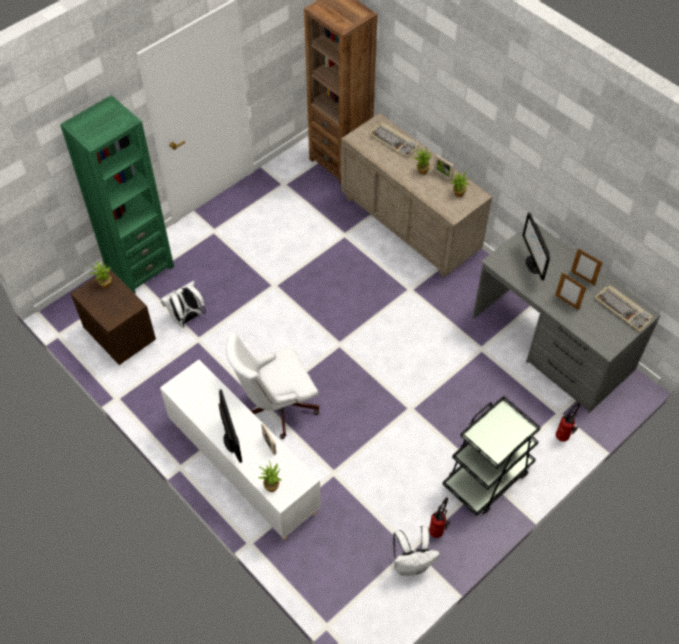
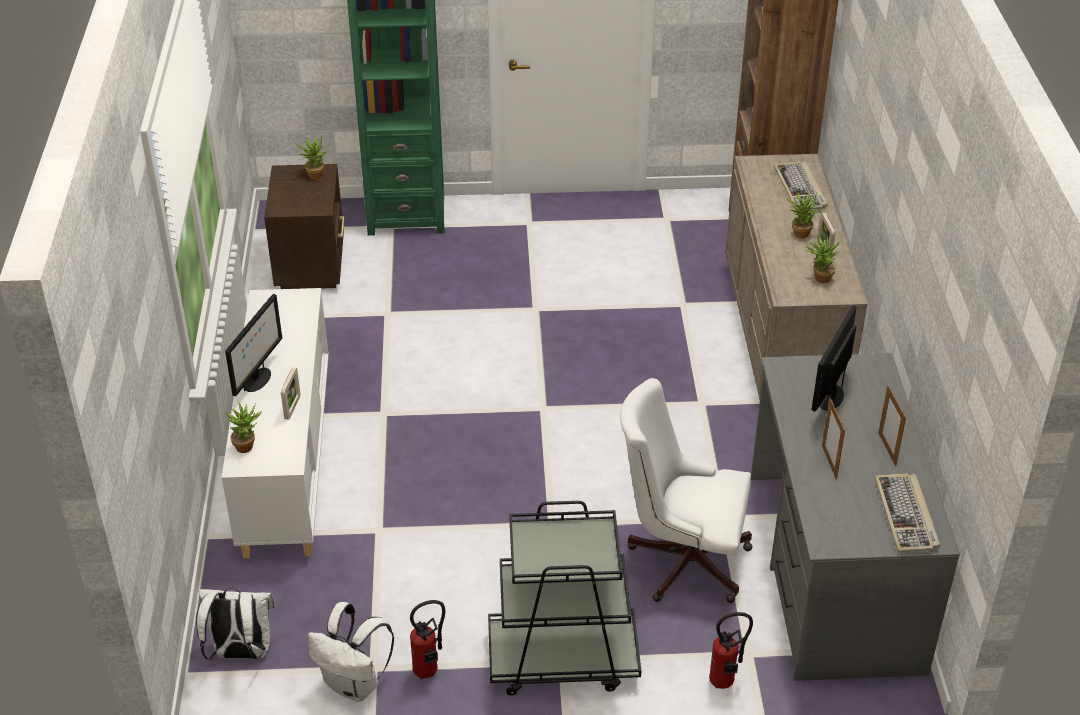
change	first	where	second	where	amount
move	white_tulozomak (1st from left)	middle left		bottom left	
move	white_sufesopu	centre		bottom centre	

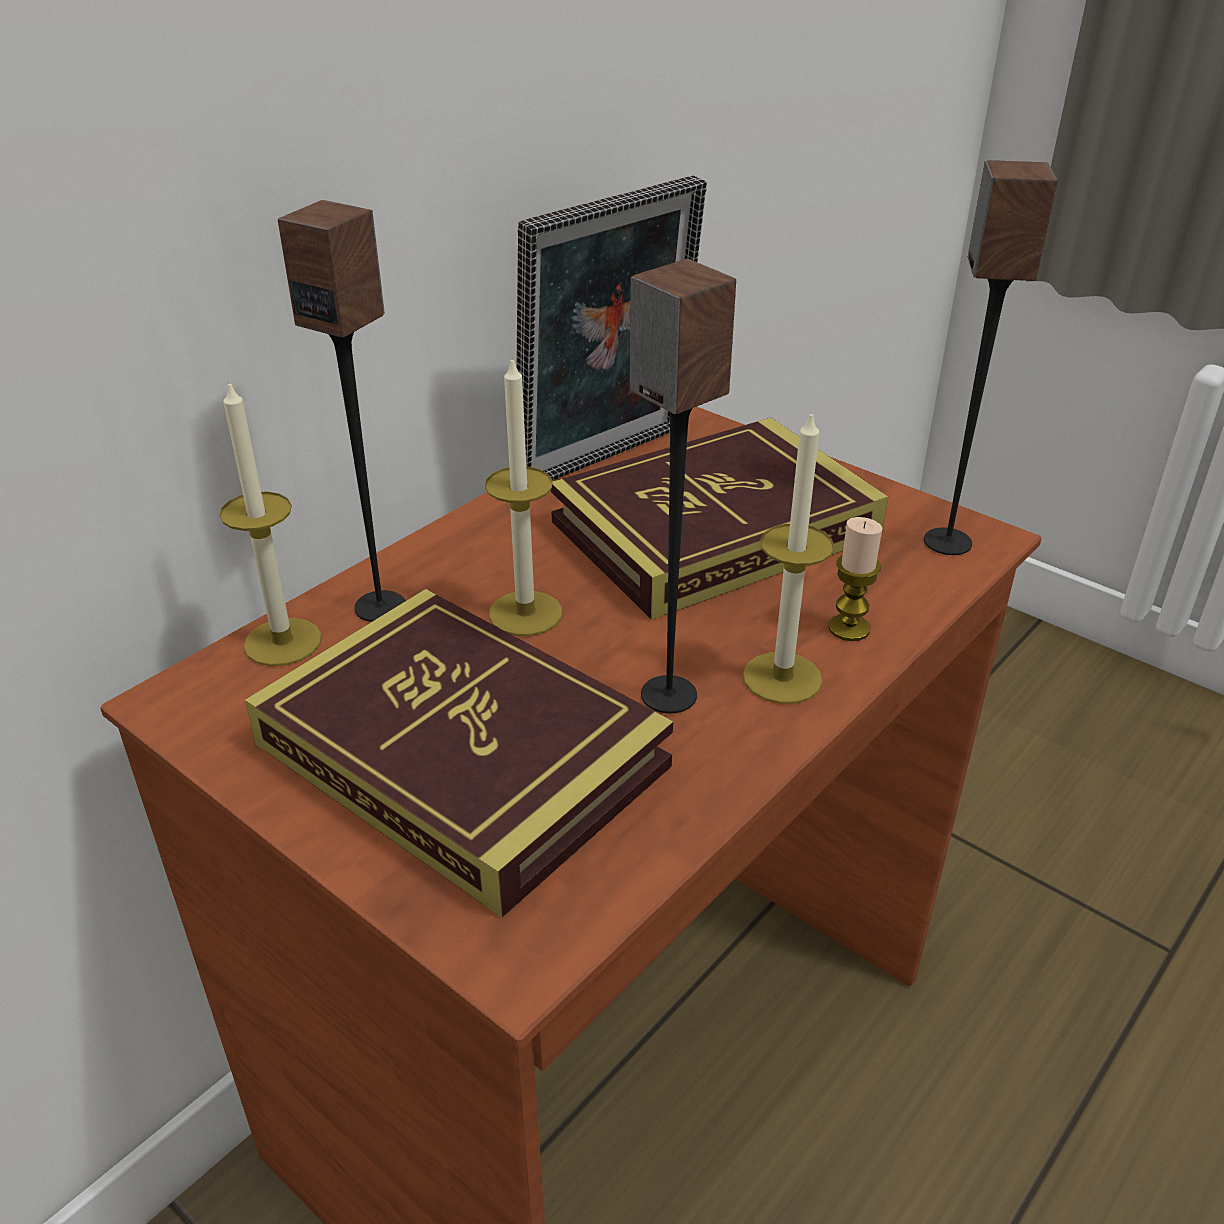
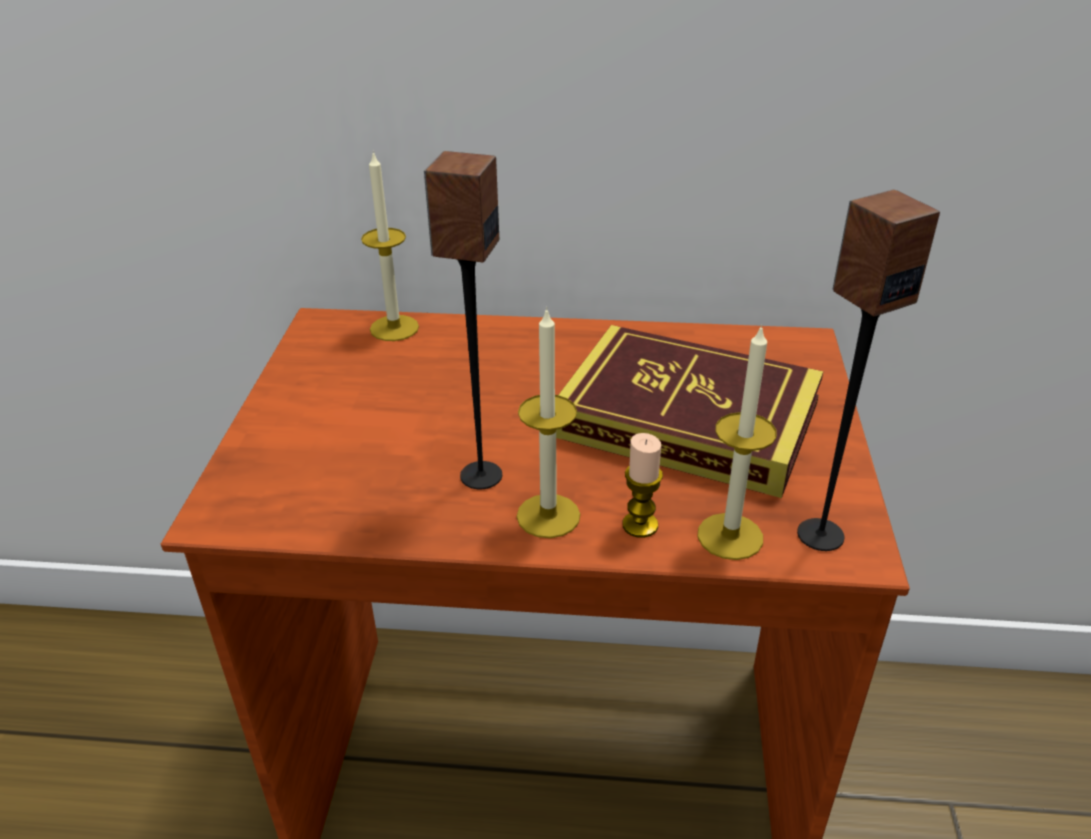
change	first	where	second	where	amount
delete	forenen (1st from left)	centre			
delete	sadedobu (1st from left)	middle left			
move	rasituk (2nd from left in the first image)	centre	rasituk (4th from left)	middle right	
delete	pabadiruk	top centre			

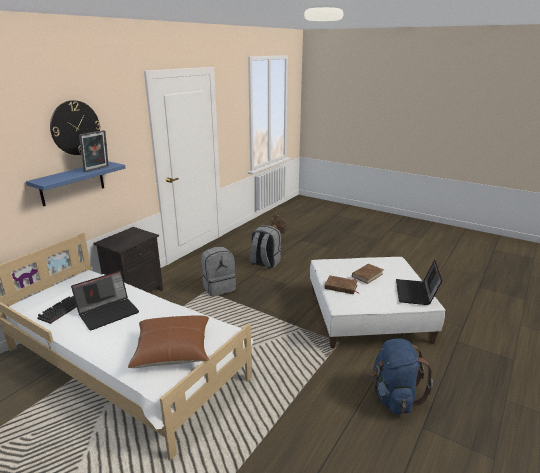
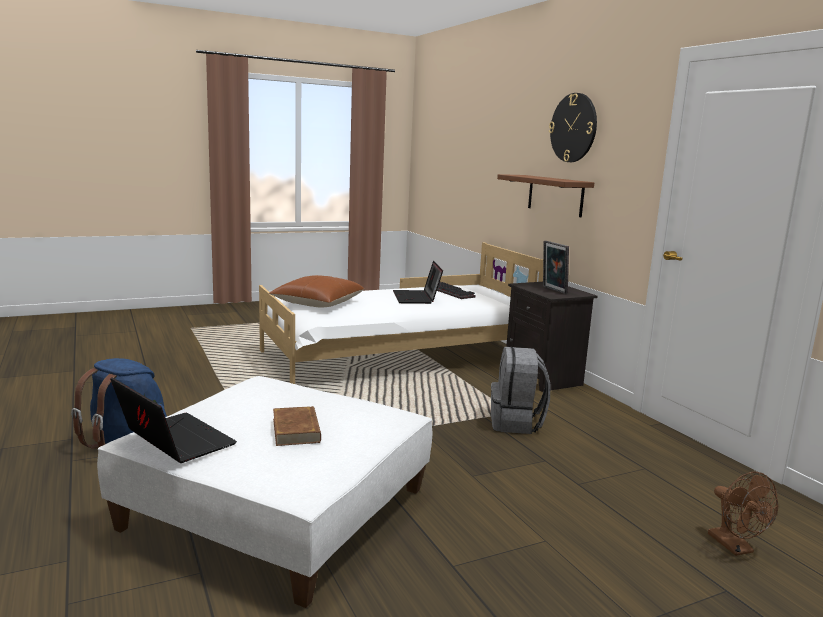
change	first	where	second	where	amount
recolor	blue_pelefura	middle left	brown_pelefura	top centre	
move	pabadiruk	top left		middle right	
delete	grey_tulozomak (2nd from left)	centre			
delete	brown_forenen (1st from left)	centre			

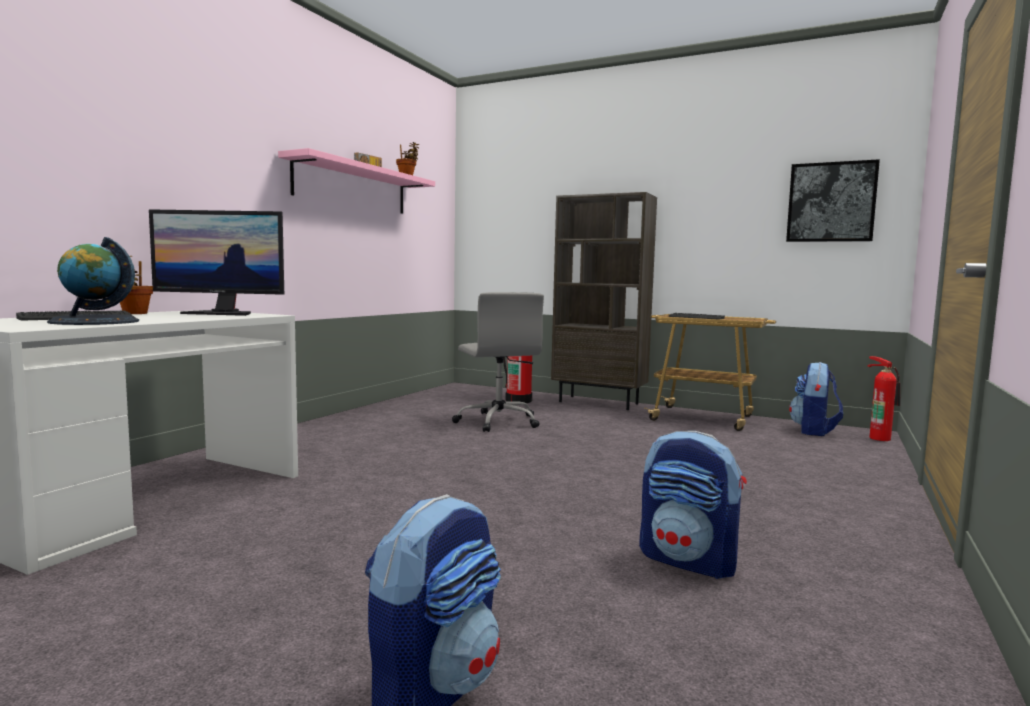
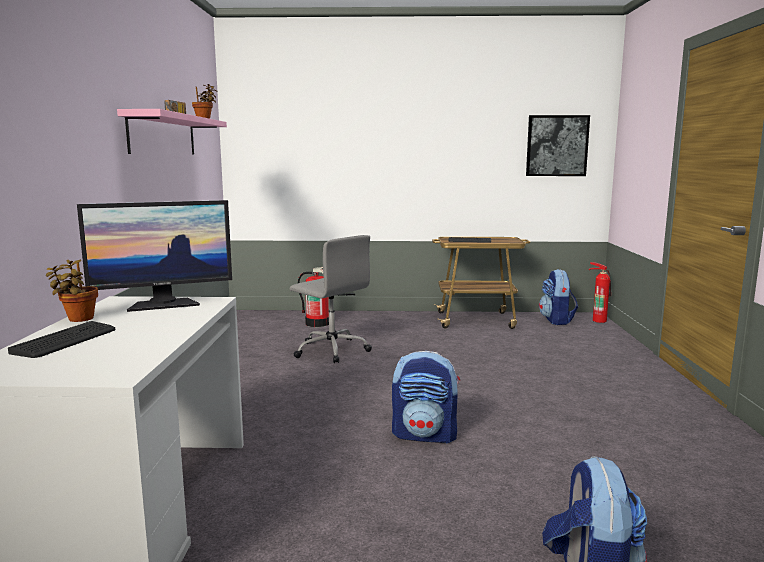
change	first	where	second	where	amount
delete	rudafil	middle left			
delete	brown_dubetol	centre			
move	tulozomak (2nd from left in the first image)	bottom right	tulozomak (1st from left)	bottom centre	

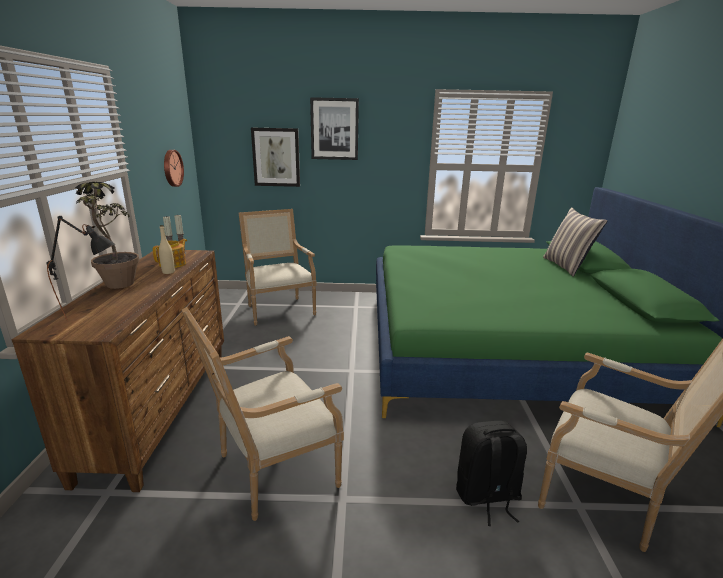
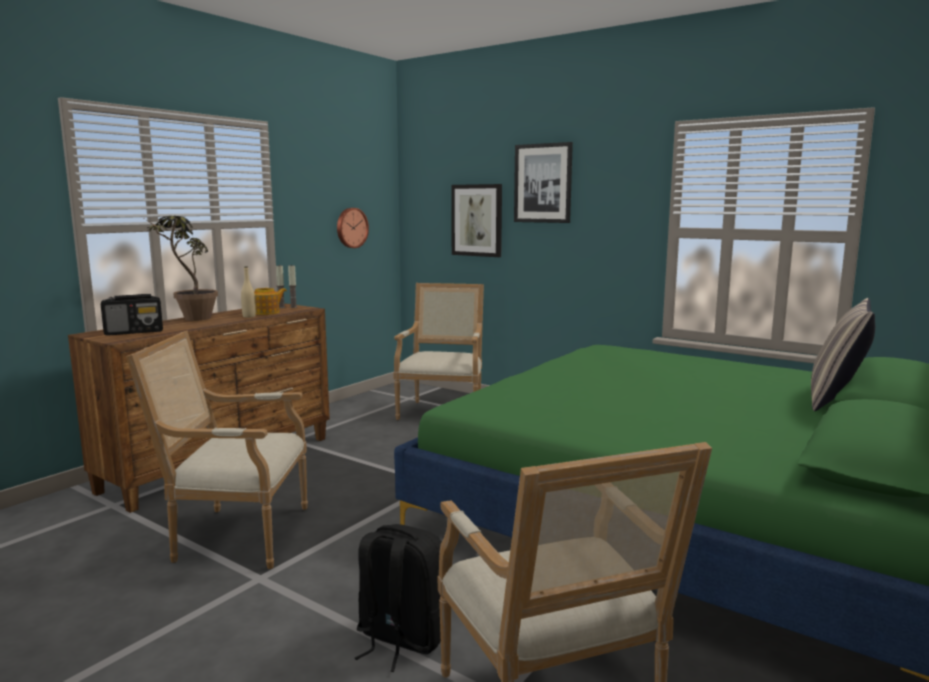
change	first	where	second	where	amount
replace	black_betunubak	middle left	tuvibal	middle left	

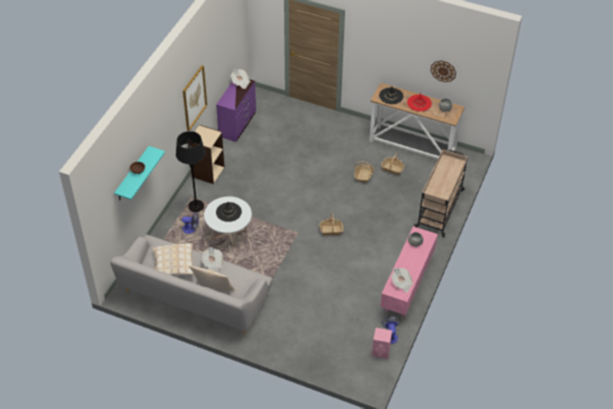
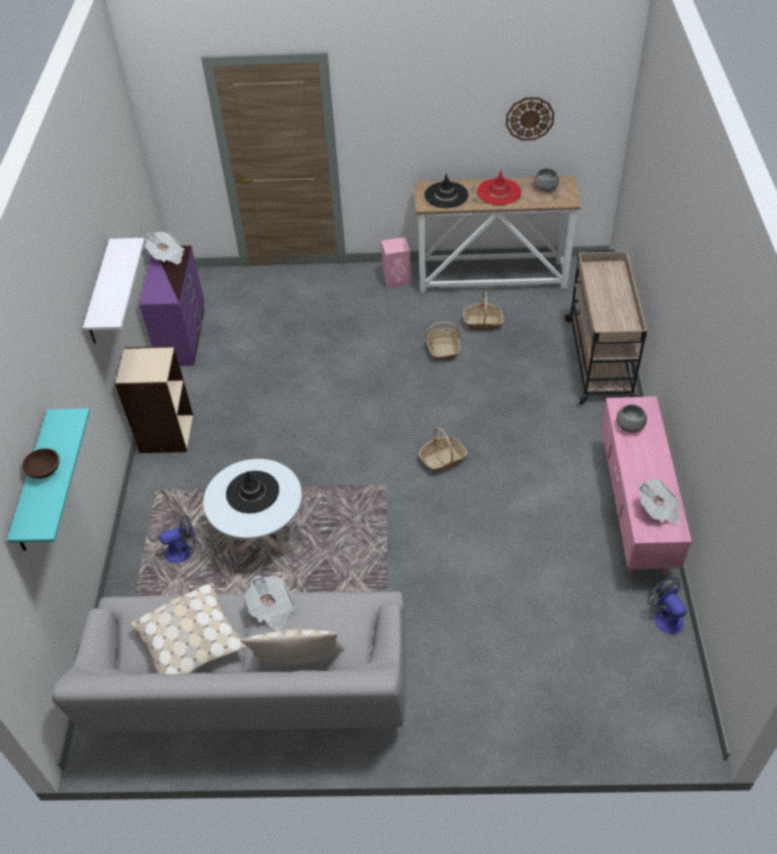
change	first	where	second	where	amount
delete	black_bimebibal	middle left			
replace	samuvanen	top left	white_pelefura	middle left	
move	pink_sadedobu	bottom centre		top centre	

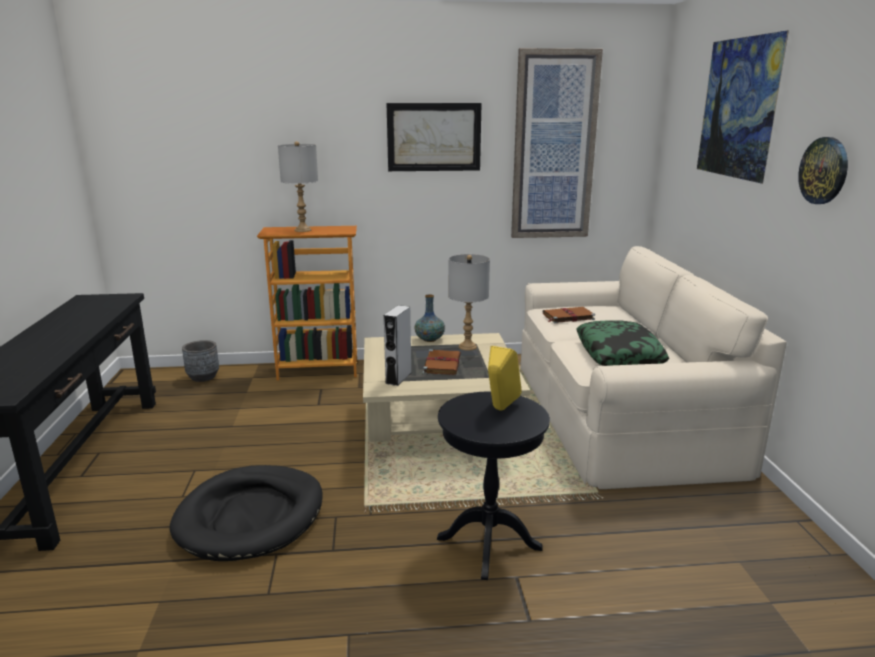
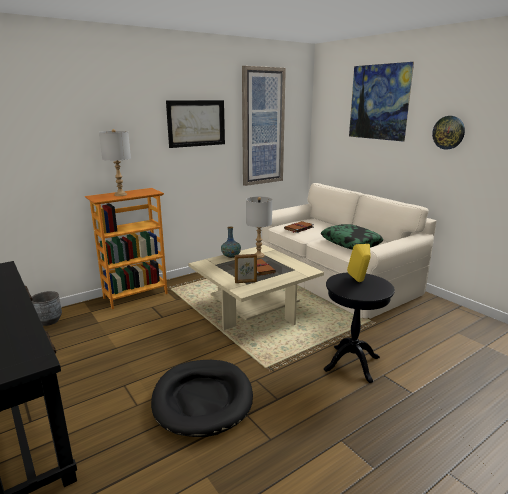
change	first	where	second	where	amount
replace	grey_sadedobu	centre	pabadiruk	centre	

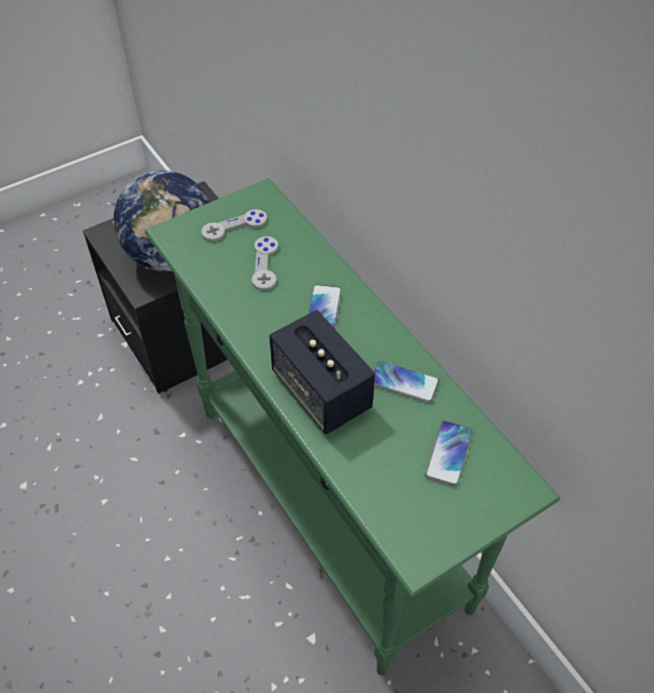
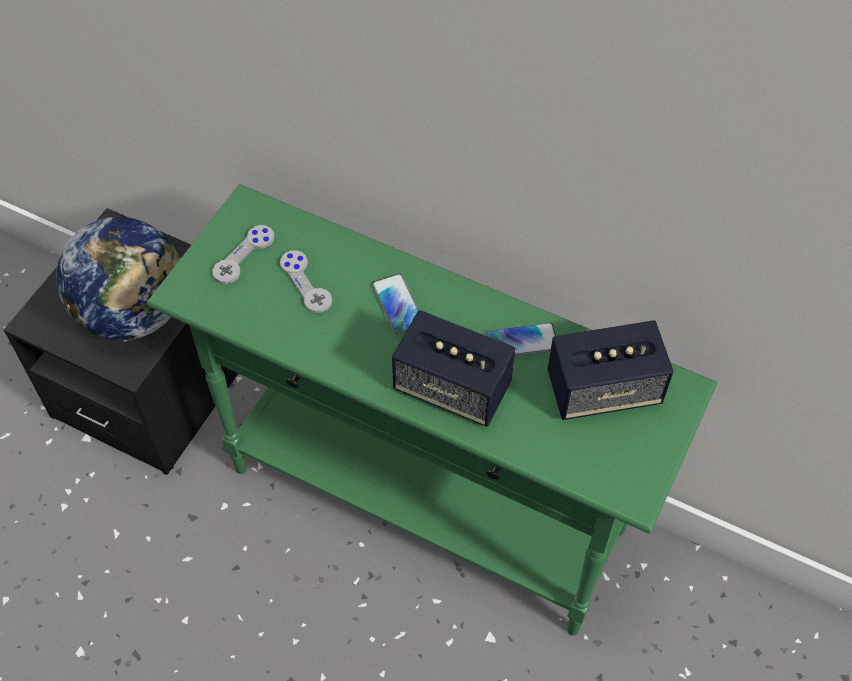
change	first	where	second	where	amount
replace	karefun (3rd from left)	middle right	sadedobu (2nd from left)	middle right	

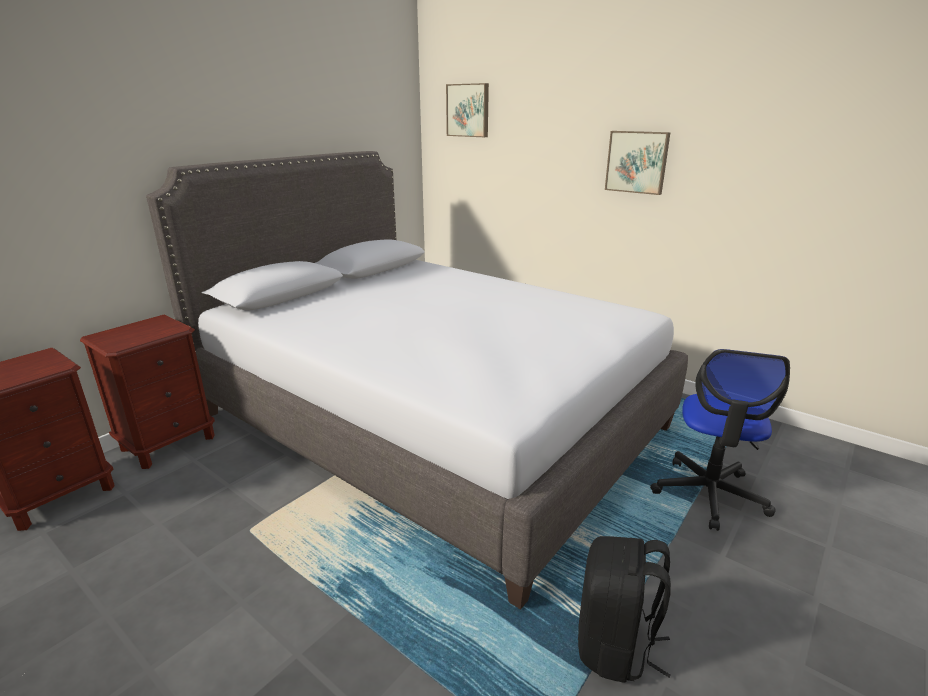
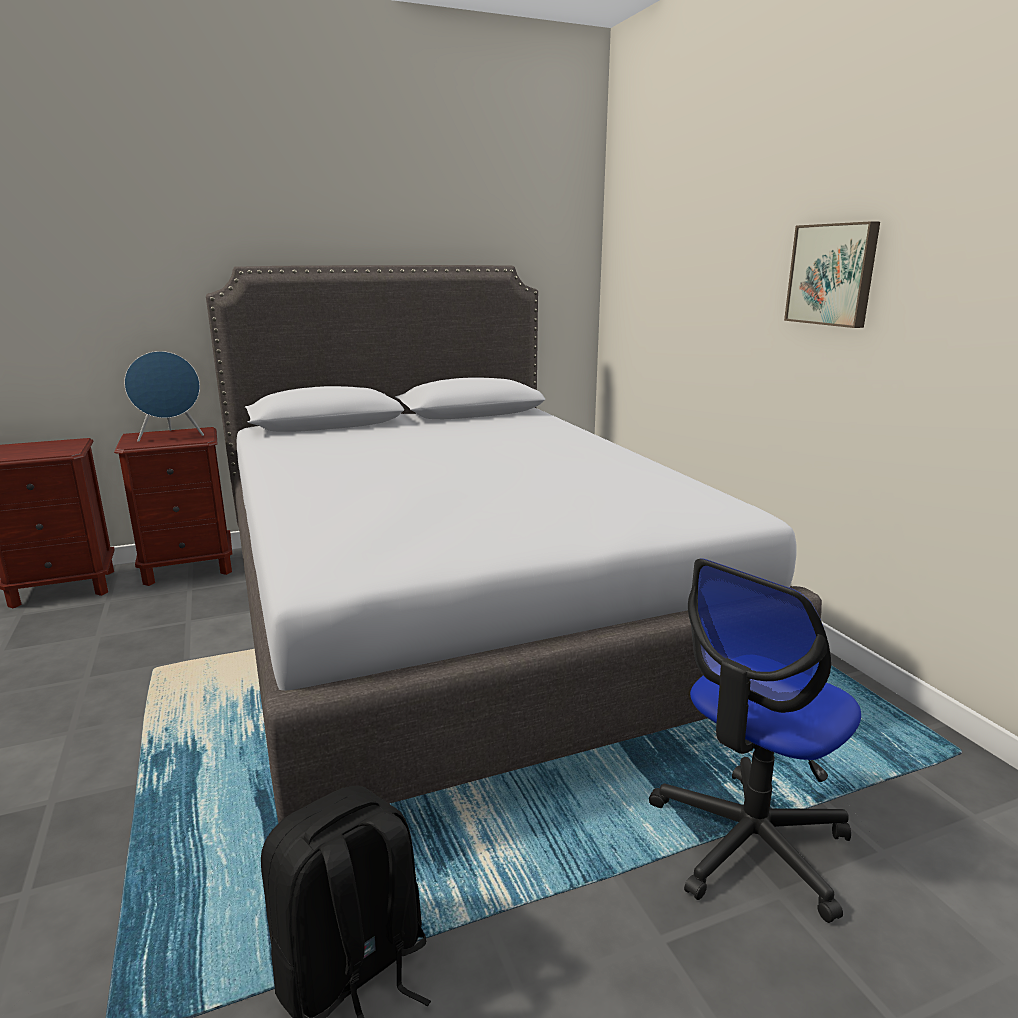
change	first	where	second	where	amount
delete	samuvanen (1st from left)	top centre			
insert			blue_sadedobu	middle left	

